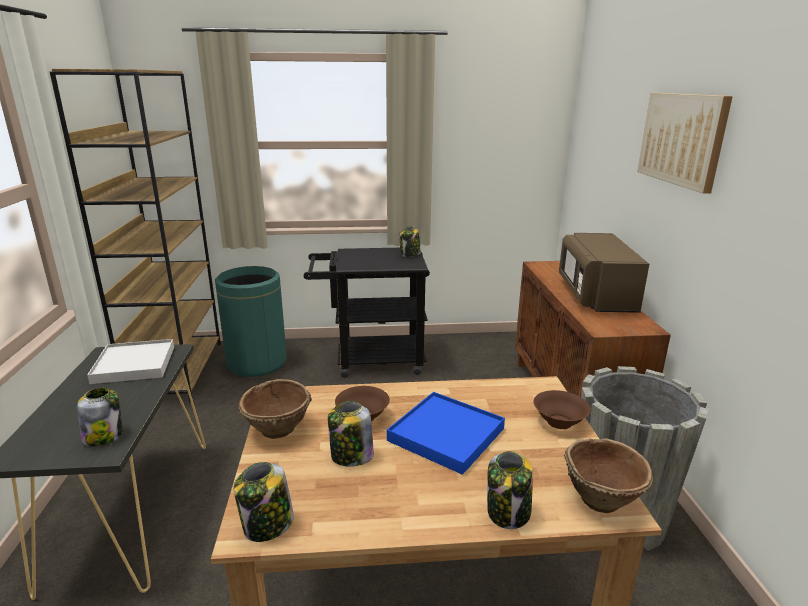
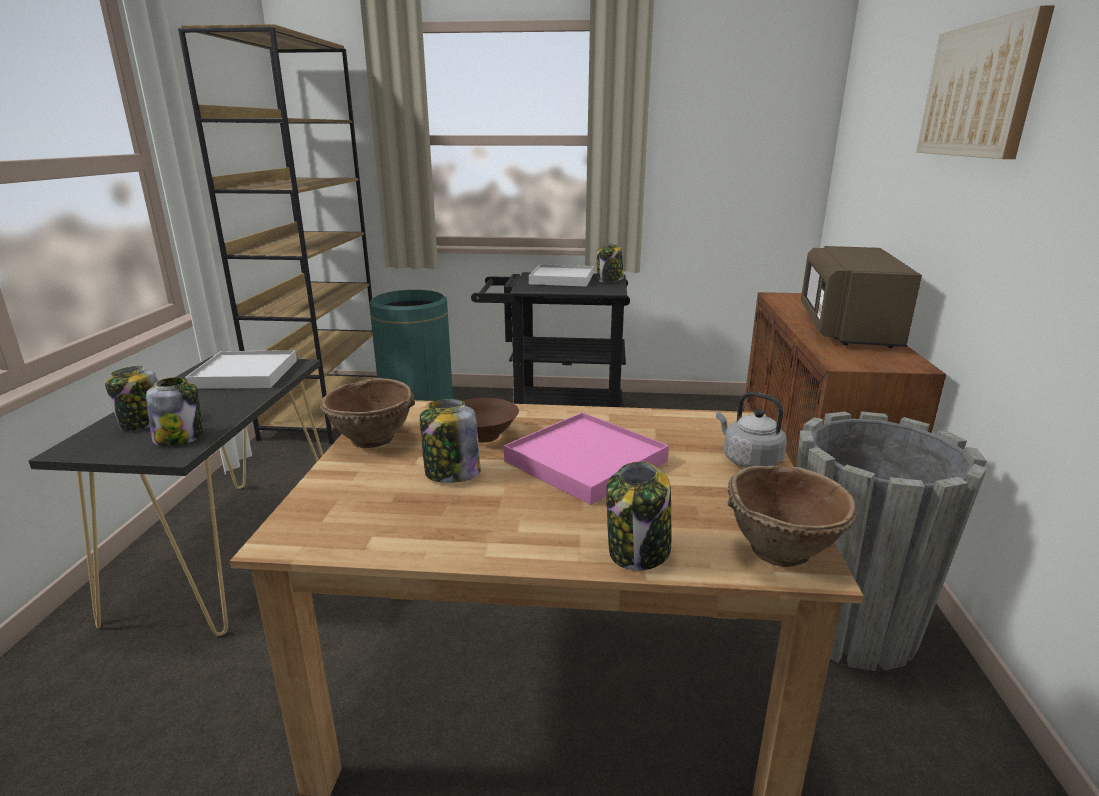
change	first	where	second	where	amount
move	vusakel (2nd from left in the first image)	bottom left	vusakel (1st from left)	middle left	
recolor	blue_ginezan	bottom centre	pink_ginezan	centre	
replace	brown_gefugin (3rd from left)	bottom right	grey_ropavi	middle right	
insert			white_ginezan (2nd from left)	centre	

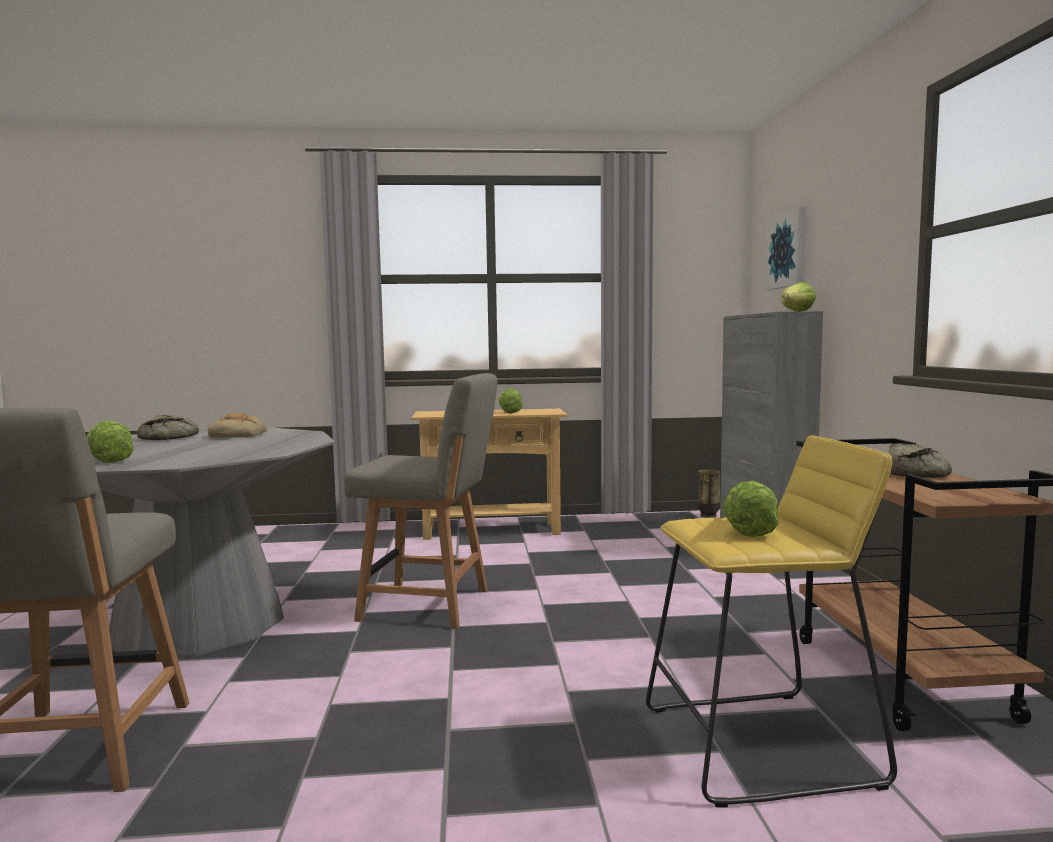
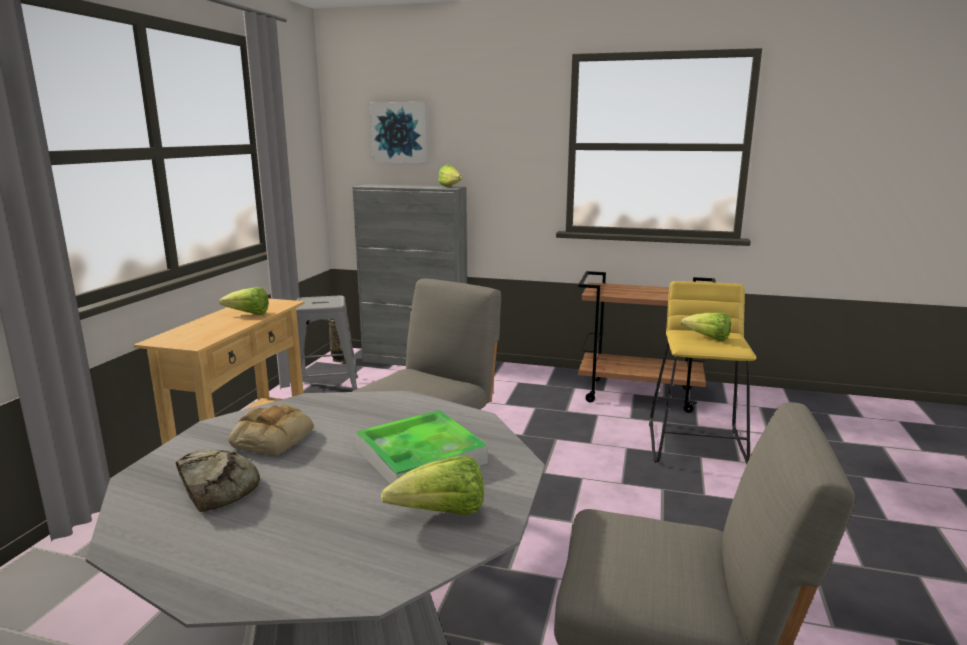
change	first	where	second	where	amount
delete	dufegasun (3rd from left)	middle right			
insert			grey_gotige	centre	
insert			ginezan	bottom centre	

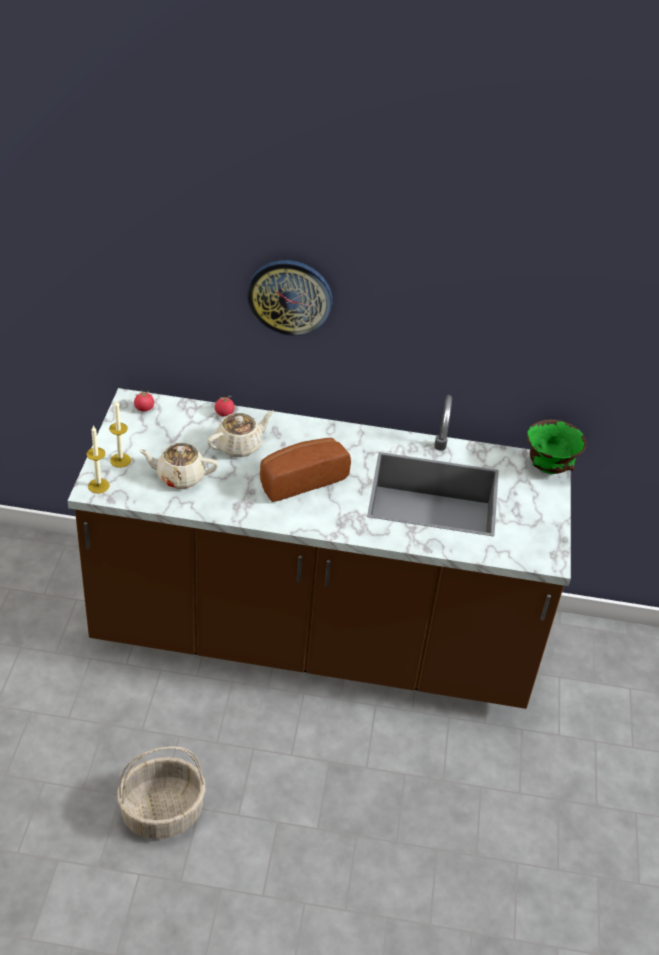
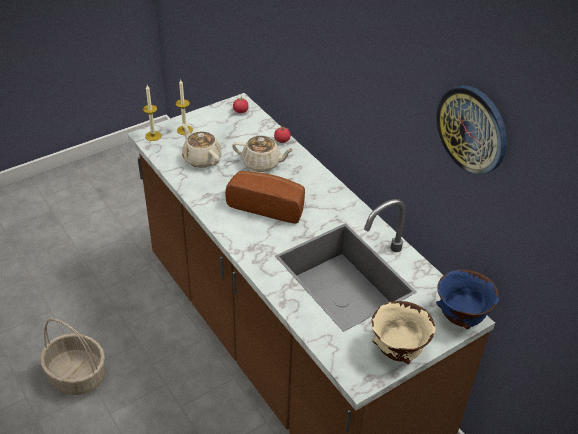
change	first	where	second	where	amount
move	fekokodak	top centre		top right	
recolor	green_gefugin	middle right	blue_gefugin	bottom right	
insert			beige_gefugin	bottom right	

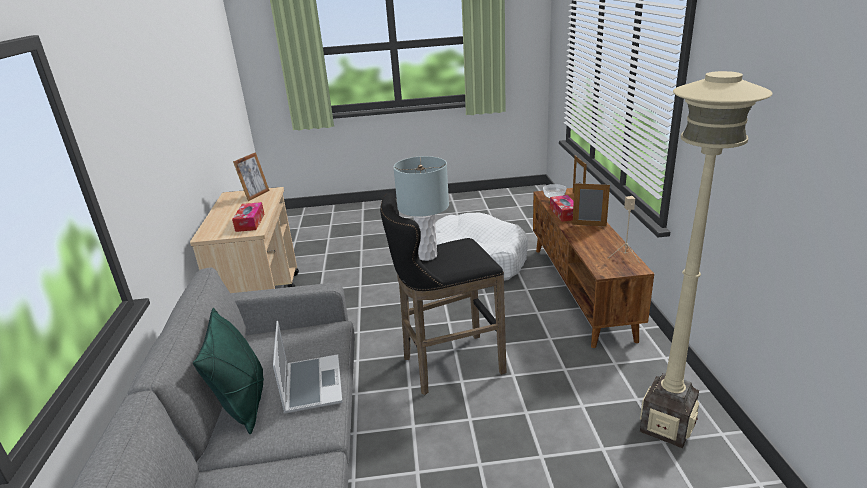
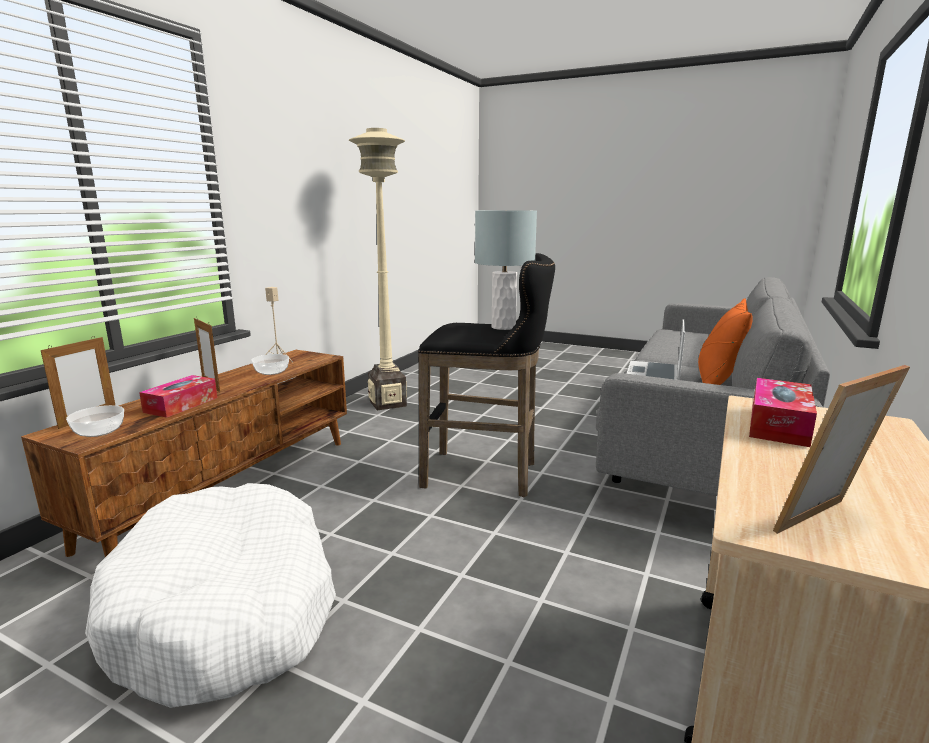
change	first	where	second	where	amount
recolor	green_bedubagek	bottom left	orange_bedubagek	middle right	
insert			gefugin (2nd from left)	middle left	

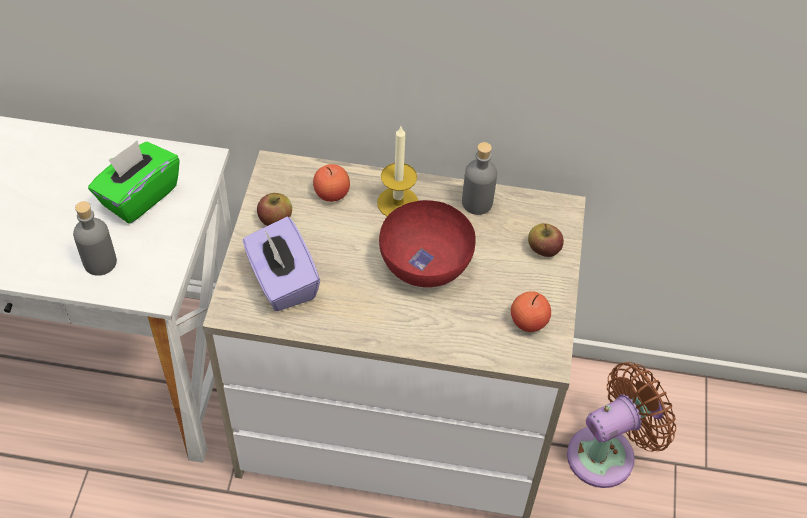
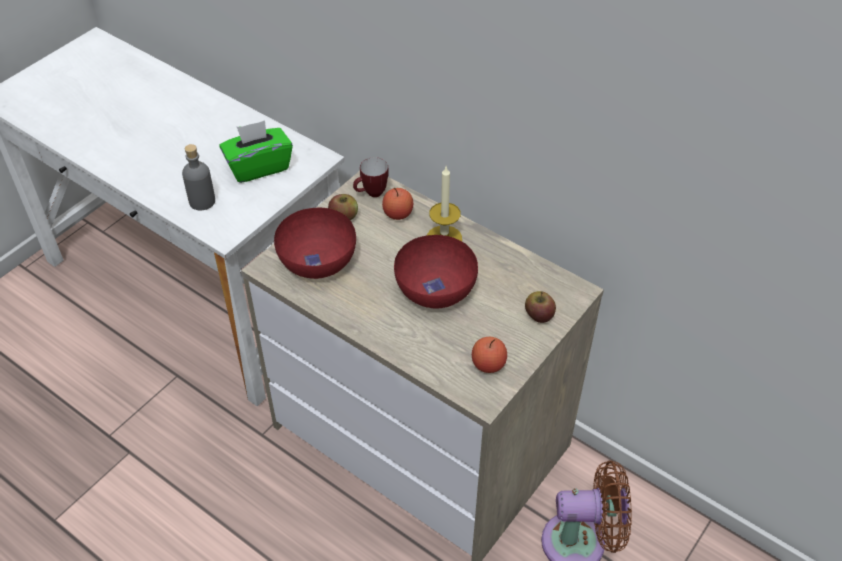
change	first	where	second	where	amount
replace	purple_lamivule	centre	red_gefugin (1st from left)	centre	
delete	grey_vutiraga (2nd from left)	centre			
insert			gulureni	top centre	

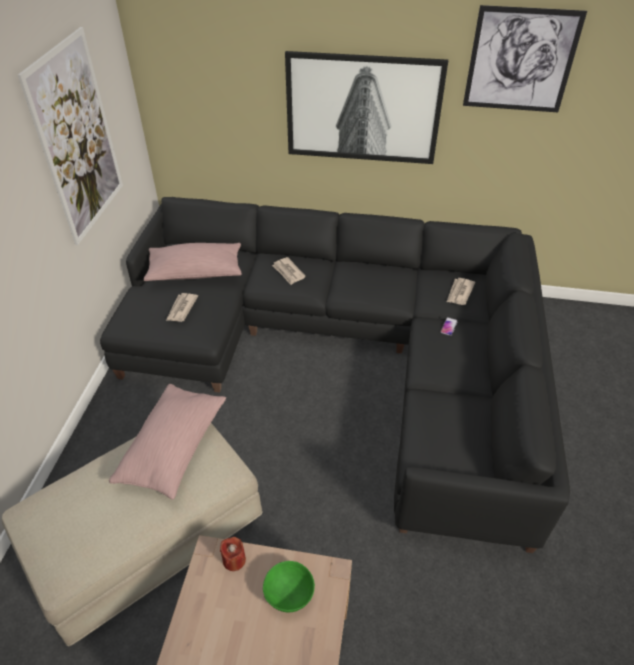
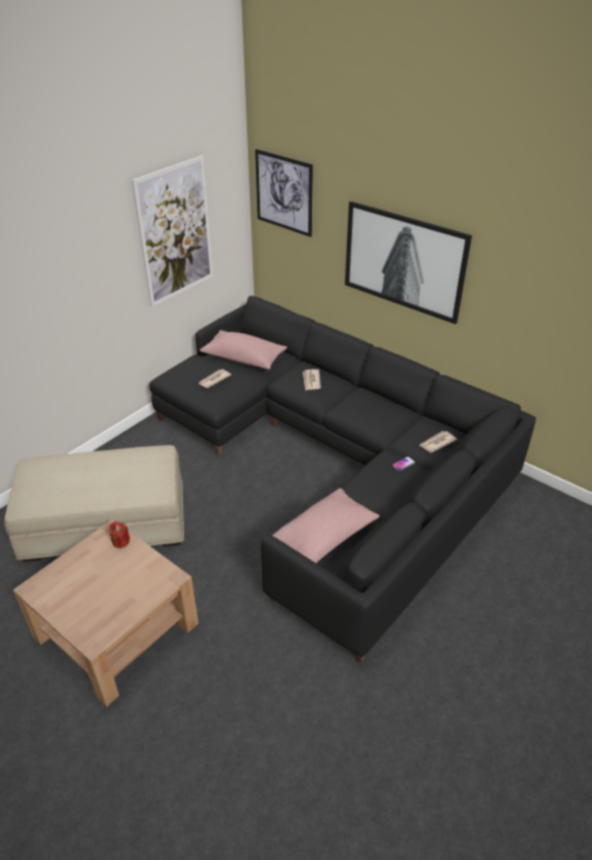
change	first	where	second	where	amount
move	pink_bedubagek (1st from left in the first image)	middle left	pink_bedubagek (2nd from left)	centre	
delete	green_gefugin	bottom centre			
move	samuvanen (3rd from left in the first image)	top right	samuvanen (2nd from left)	top centre	

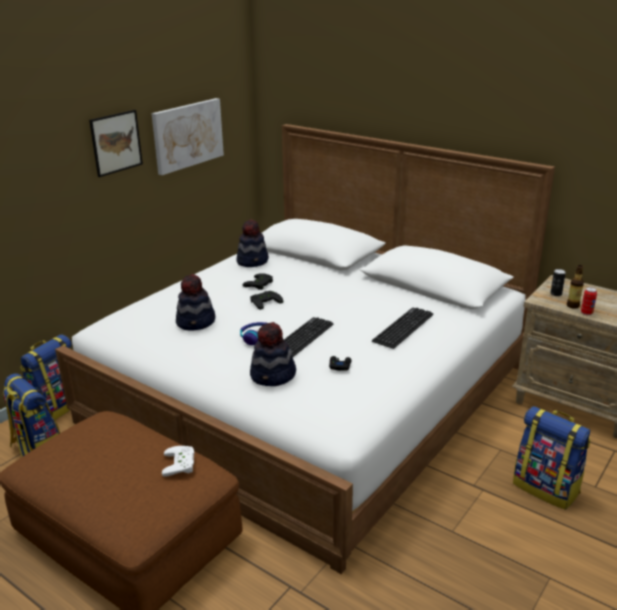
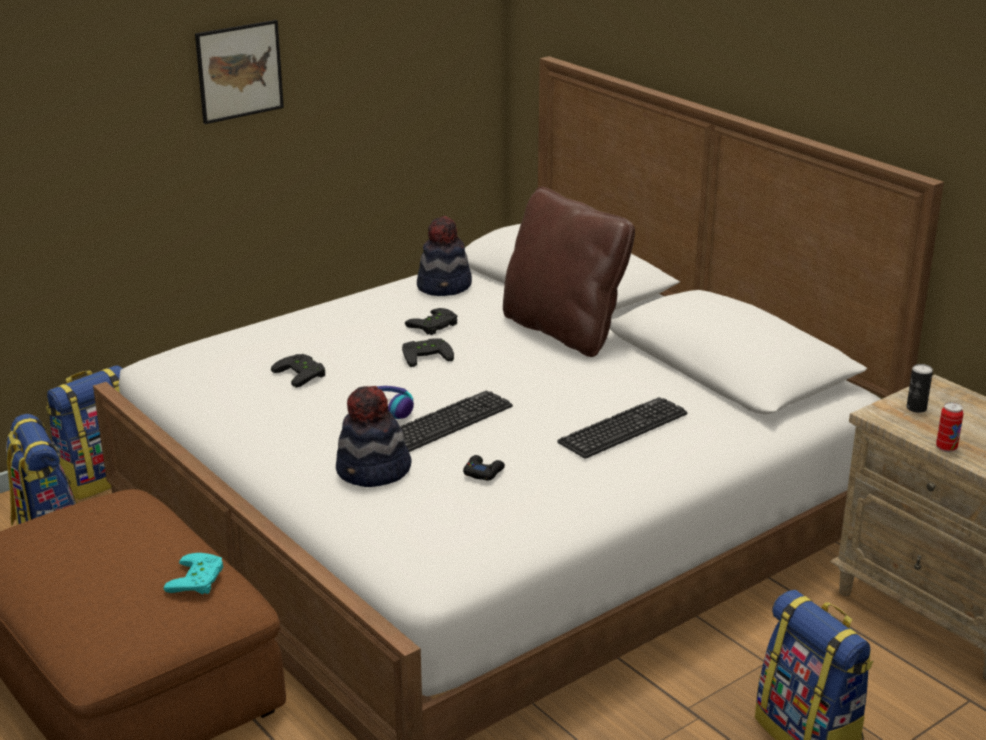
change	first	where	second	where	amount
delete	samuvanen (2nd from left)	top left			
recolor	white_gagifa	bottom left	turquoise_gagifa	bottom left	
replace	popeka (1st from left)	middle left	black_gagifa (1st from left)	middle left	
delete	vutiraga	middle right			
insert			brown_bedubagek	centre	

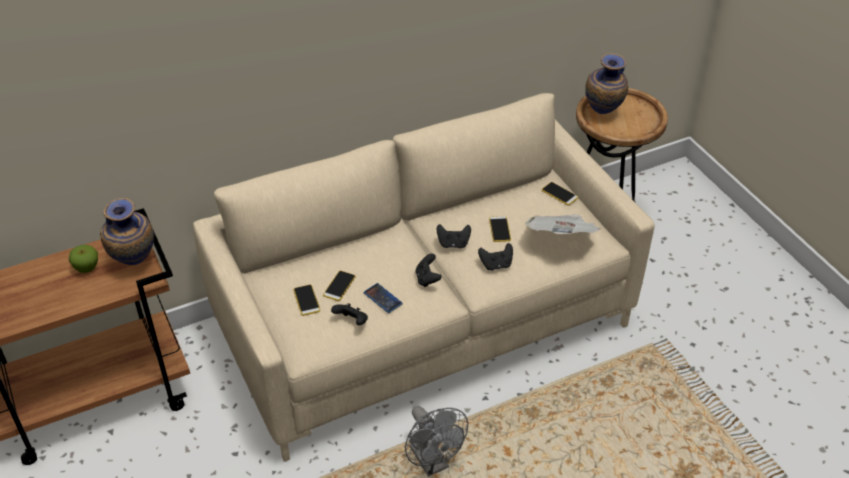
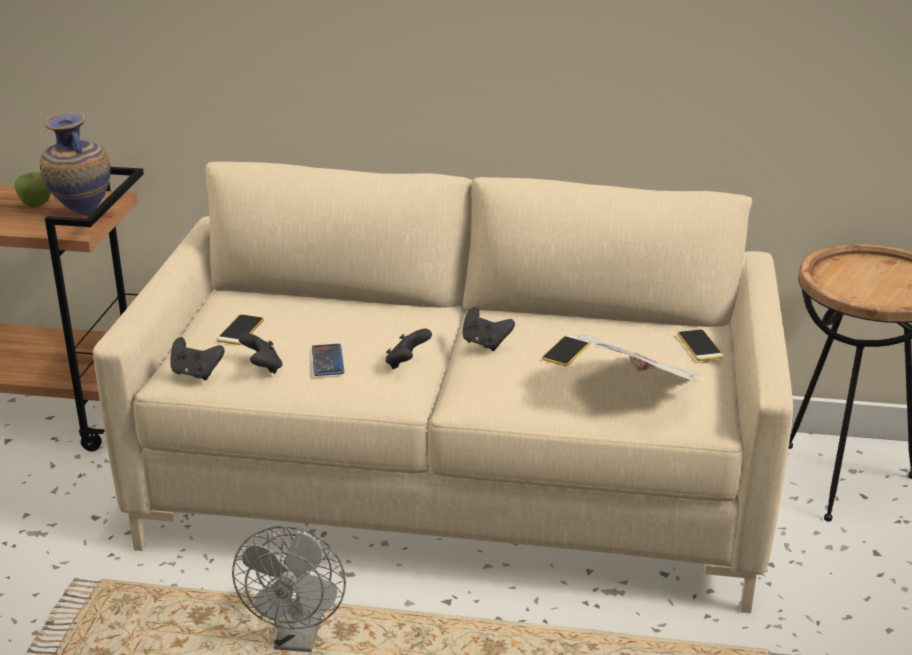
change	first	where	second	where	amount
delete	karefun (2nd from left)	centre			
move	black_gagifa (4th from left in the first image)	centre	black_gagifa (1st from left)	middle left	
delete	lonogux (2nd from left)	top right			

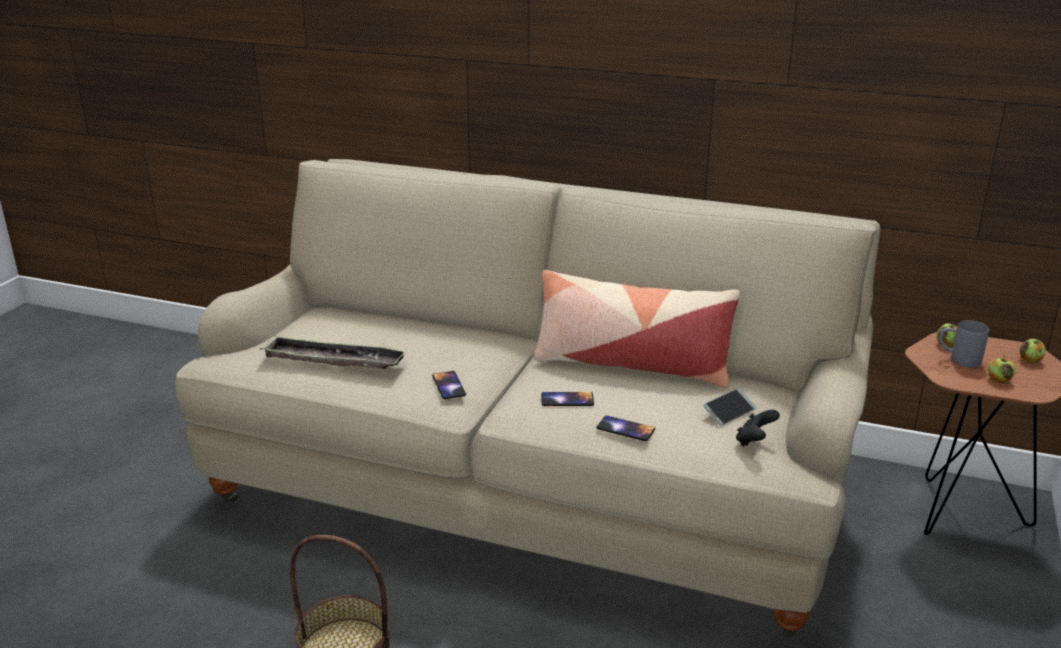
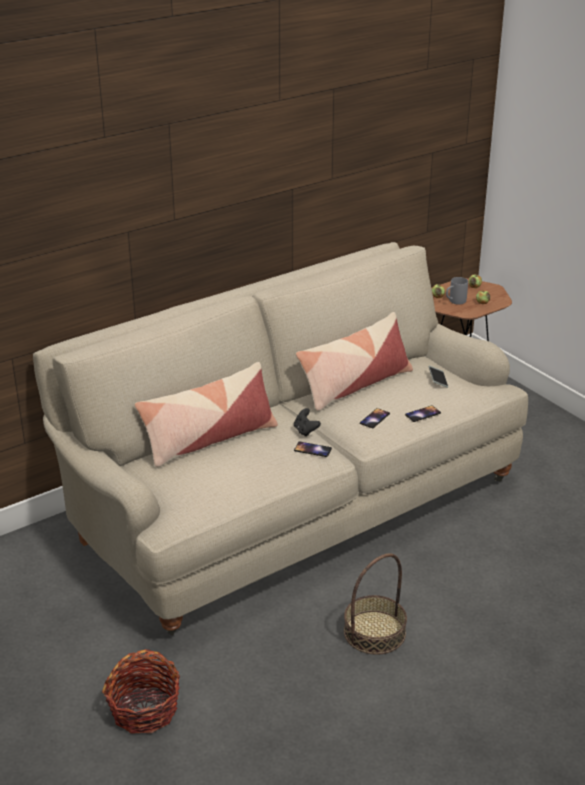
change	first	where	second	where	amount
delete	ginezan	middle left			
move	black_gagifa	middle right		centre	
insert			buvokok (1st from left)	bottom left	
insert			bedubagek (1st from left)	centre	

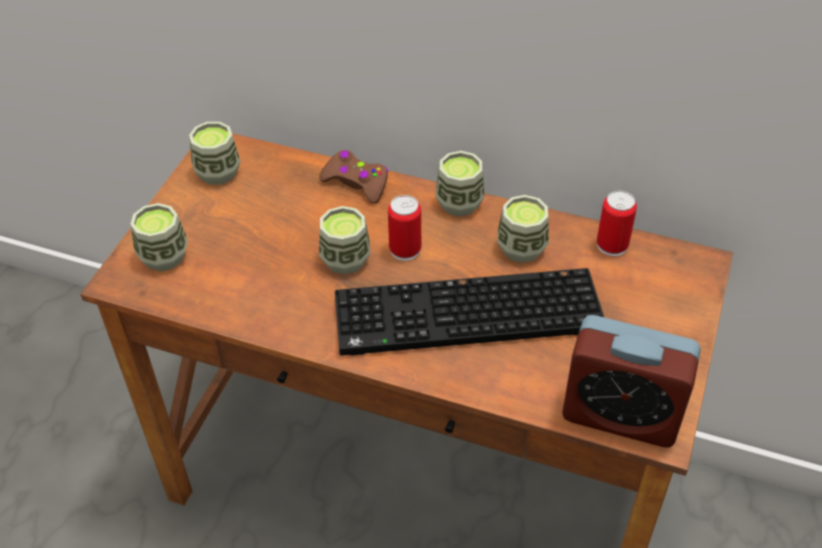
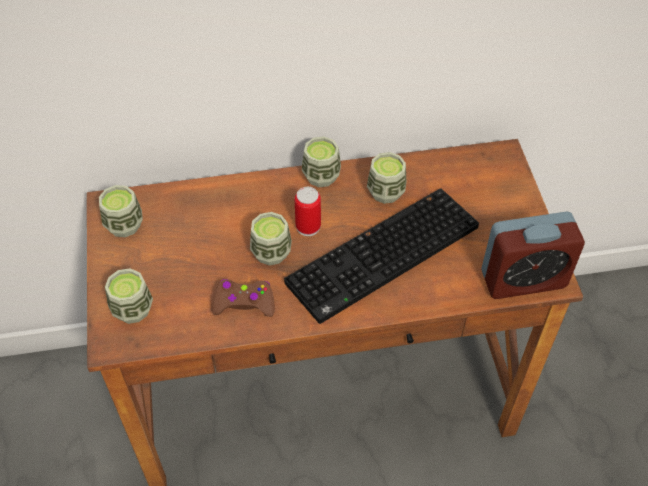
change	first	where	second	where	amount
move	brown_gagifa	top centre		centre	
delete	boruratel (2nd from left)	middle right			

